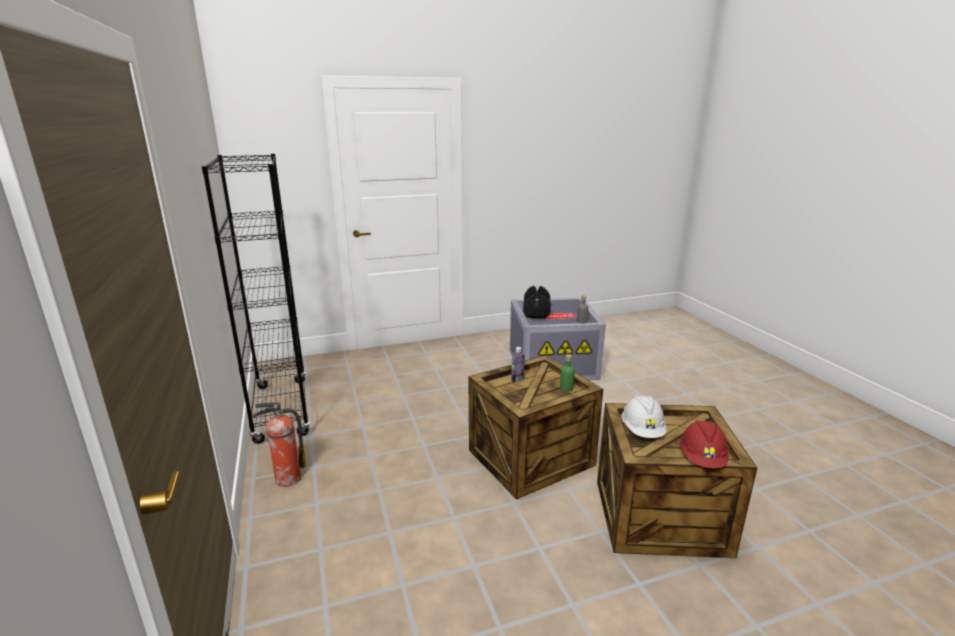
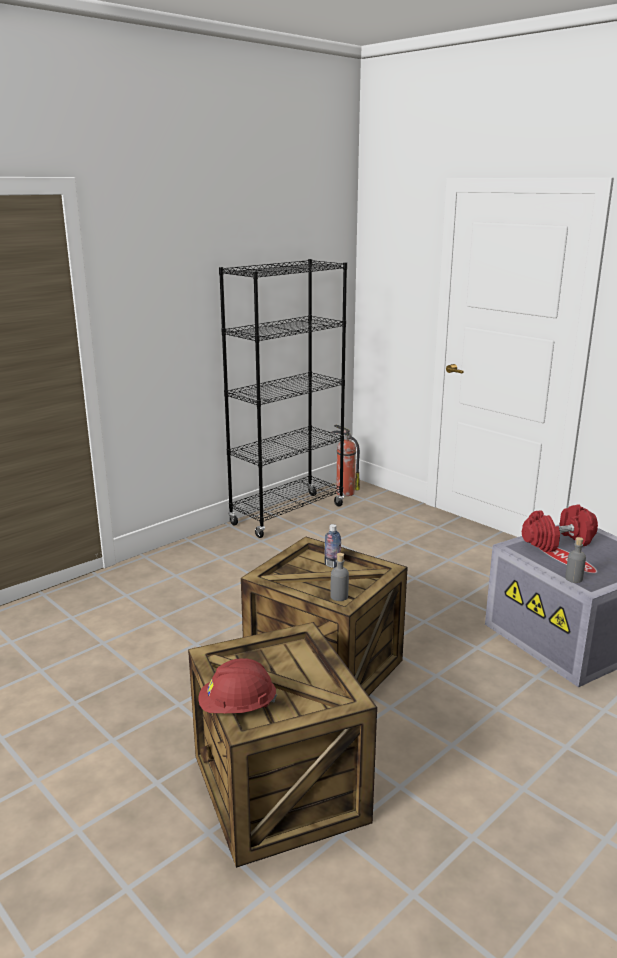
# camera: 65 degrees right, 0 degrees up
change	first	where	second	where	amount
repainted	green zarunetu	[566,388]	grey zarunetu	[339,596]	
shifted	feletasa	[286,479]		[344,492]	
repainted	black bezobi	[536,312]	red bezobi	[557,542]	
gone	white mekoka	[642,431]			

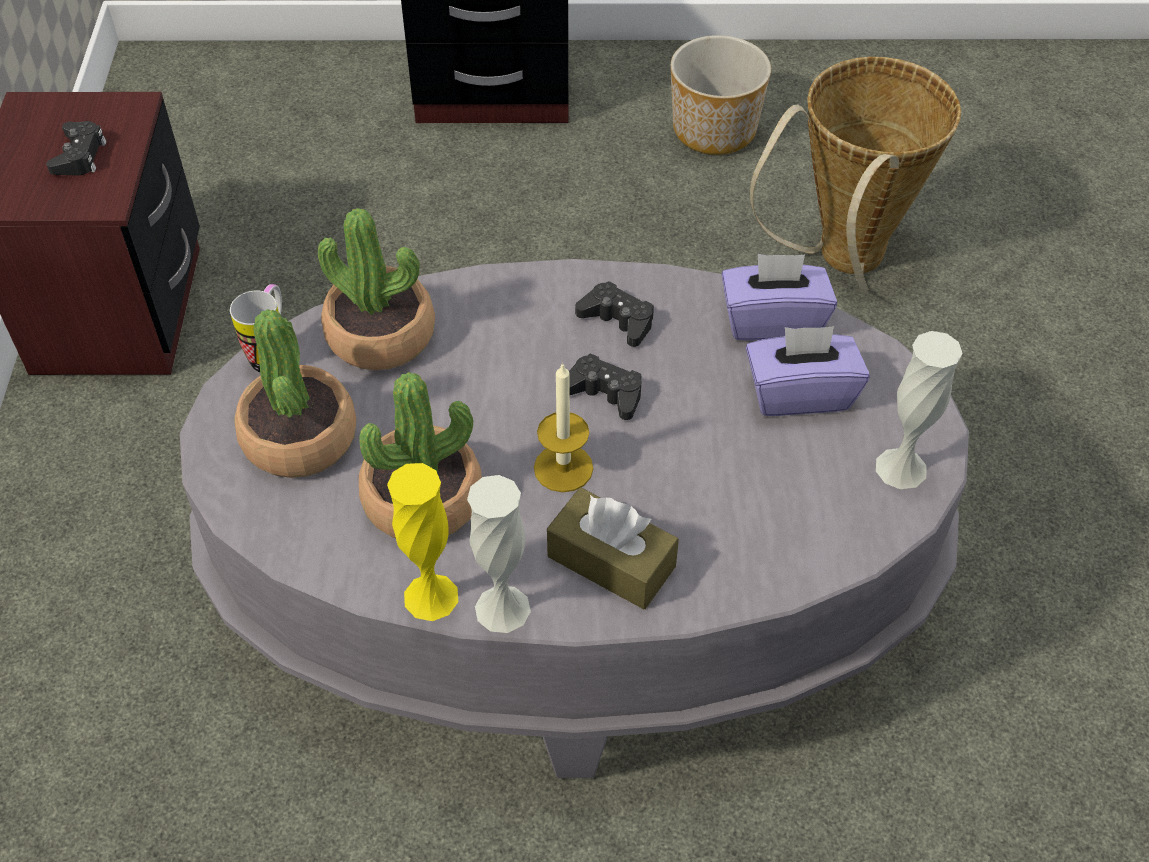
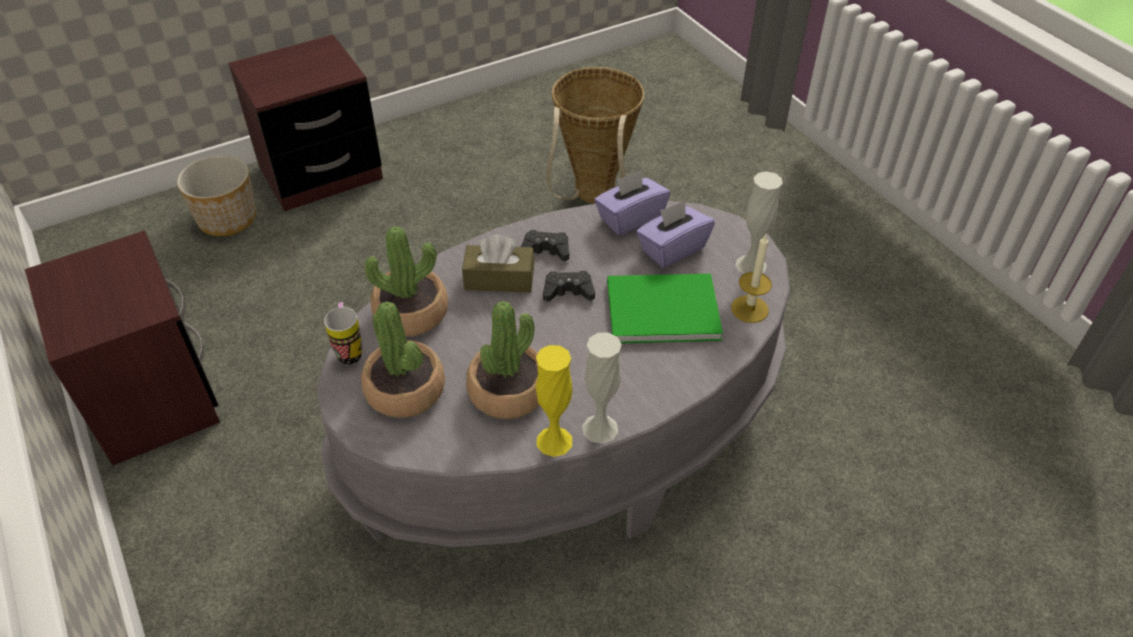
# camera: 30 degrees left, 5 degrees down
change	first	where	second	where	amount
shifted	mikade	[715,129]		[228,218]	
shifted	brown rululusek	[611,561]		[499,279]	
new			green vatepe	[658,308]	
shifted	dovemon	[563,468]		[749,309]	
gone	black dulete	[79,155]			

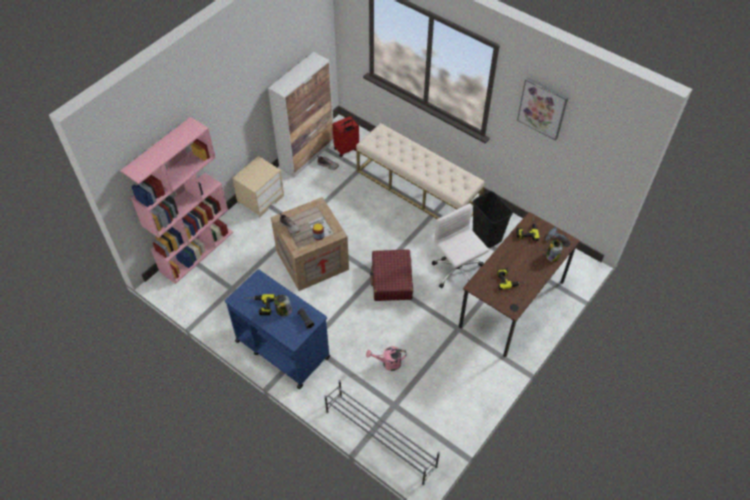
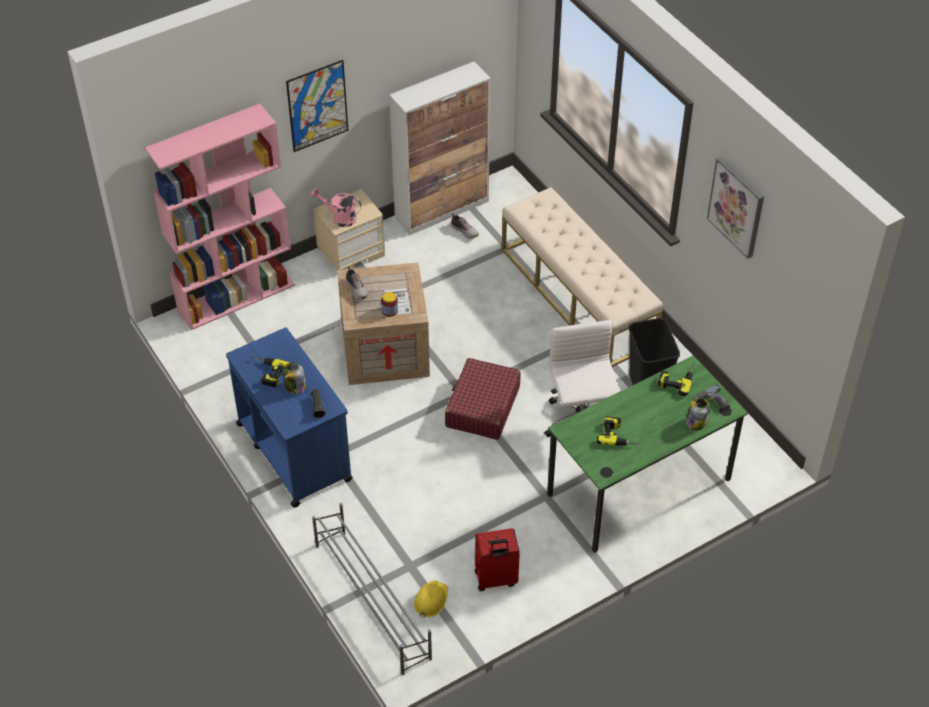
# camera: 20 degrees right, 5 degrees down
change	first	where	second	where	amount
new			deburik	[317,106]	
shifted	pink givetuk	[388,363]		[339,218]	
new			yellow mekoka	[430,600]	
shifted	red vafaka	[346,149]		[495,579]	
repainted	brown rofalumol	[512,304]	green rofalumol	[639,487]	

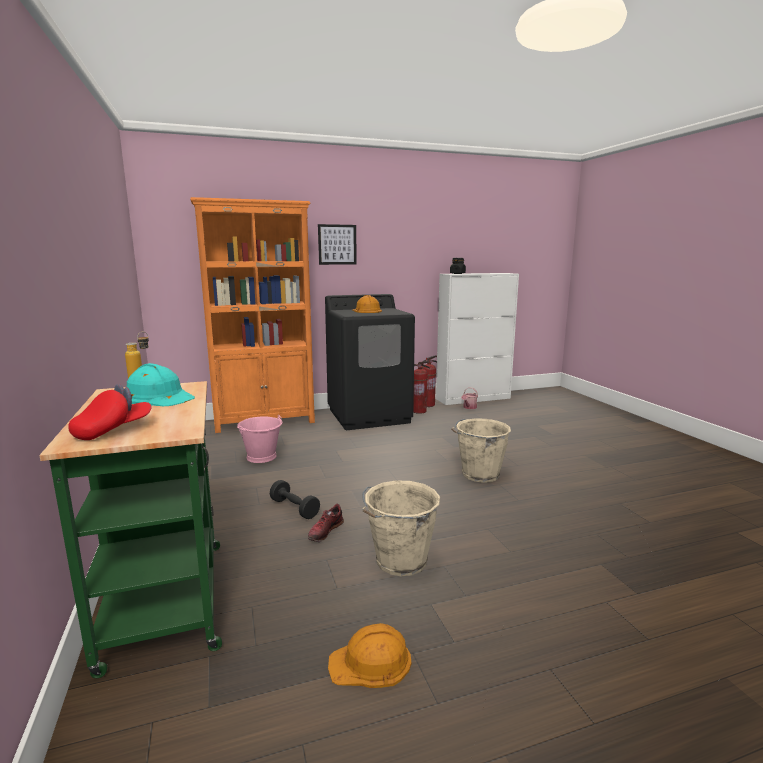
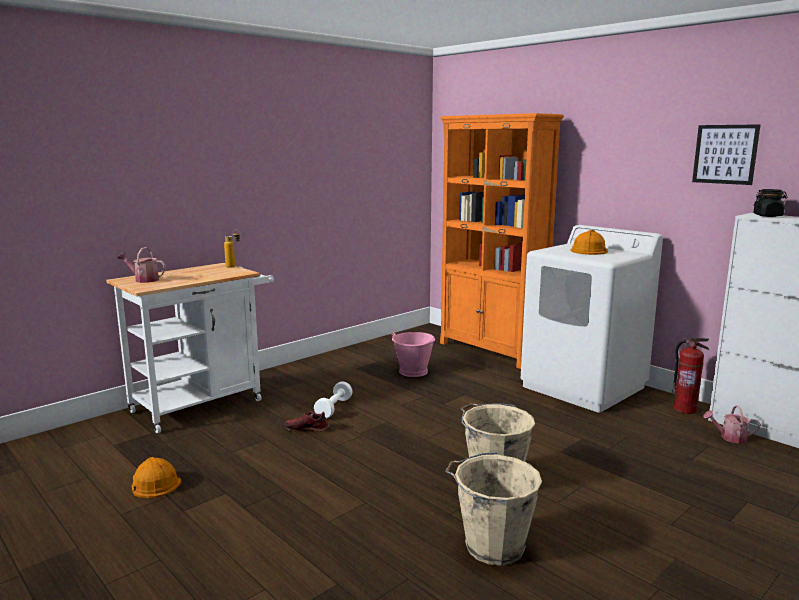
# camera: 65 degrees right, 0 degrees up
change	first	where	second	where	amount
repainted	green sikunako	[166,593]	white sikunako	[204,403]	
swapped	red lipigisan	[113,430]	givetuk	[144,280]	
repainted	black bezobi	[294,508]	white bezobi	[334,408]	
shifted	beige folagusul	[399,561]		[492,546]	
repainted	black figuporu	[369,416]	white figuporu	[584,387]	
shifted	deburik	[337,244]		[725,154]	
gone	turquoise mekoka	[159,397]			
gone	feletasa	[419,411]			

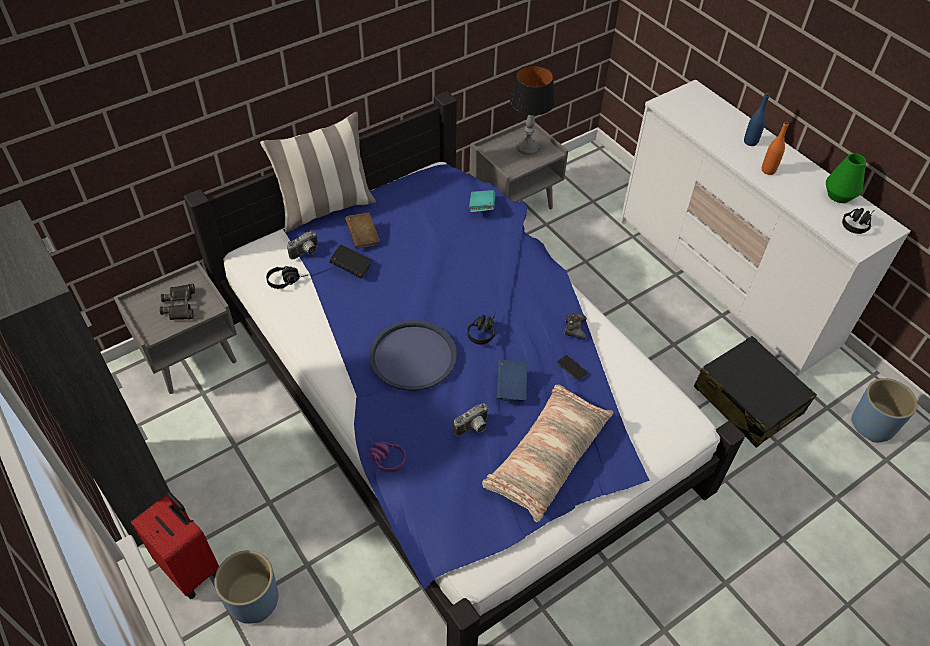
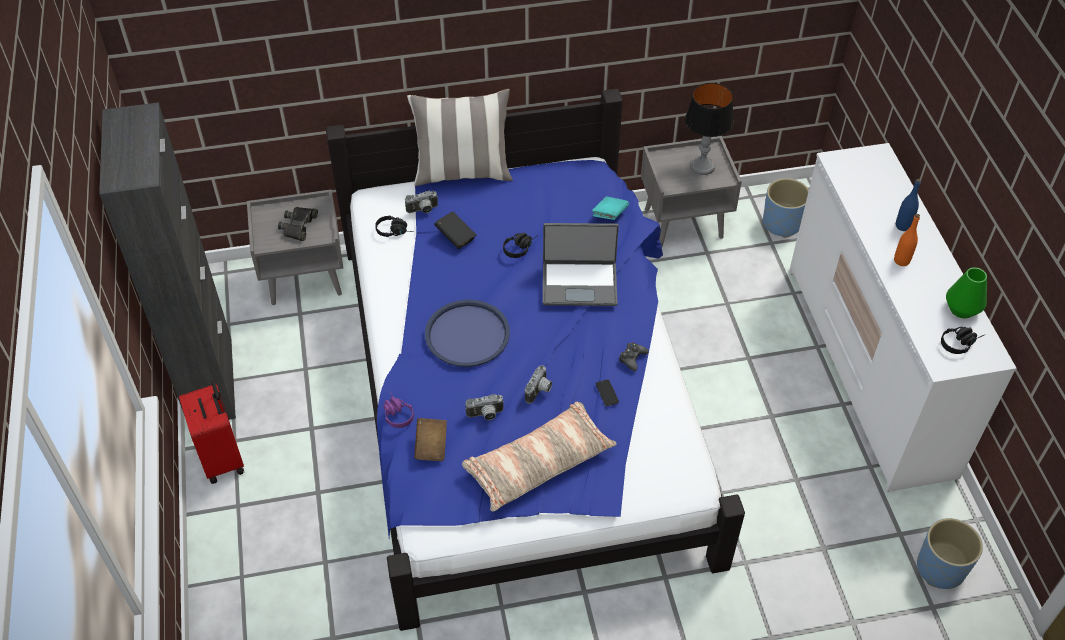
# camera: 25 degrees right, 0 degrees up
change	first	where	second	where	amount
shifted	brown vatepe	[363,237]		[431,446]	
shifted	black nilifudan	[483,330]		[520,247]	
swapped	blue vatepe	[511,387]	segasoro	[540,391]	
new			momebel	[579,283]	
shifted	blue mikade	[254,599]		[782,224]	
gone	black vafaka	[748,400]			

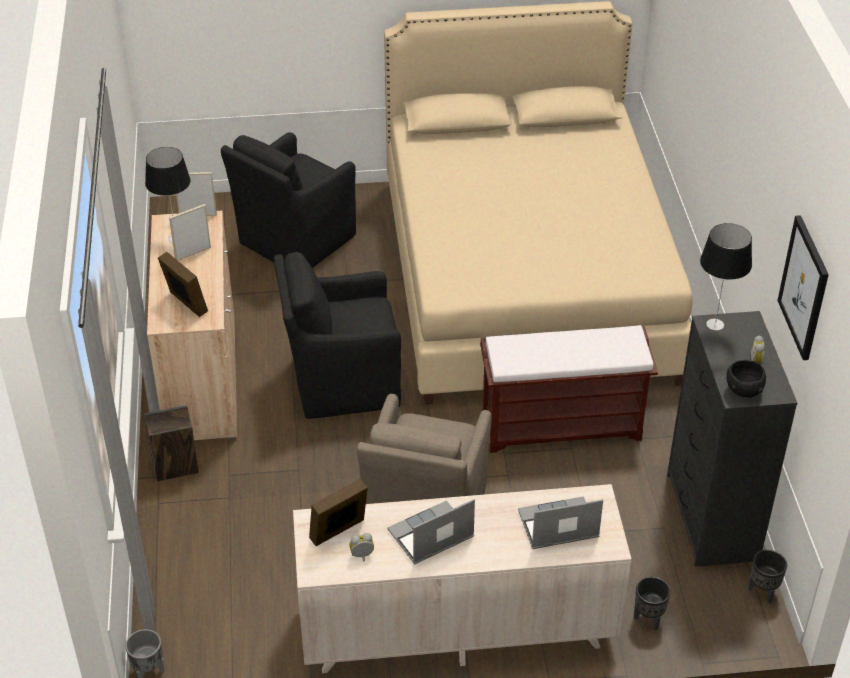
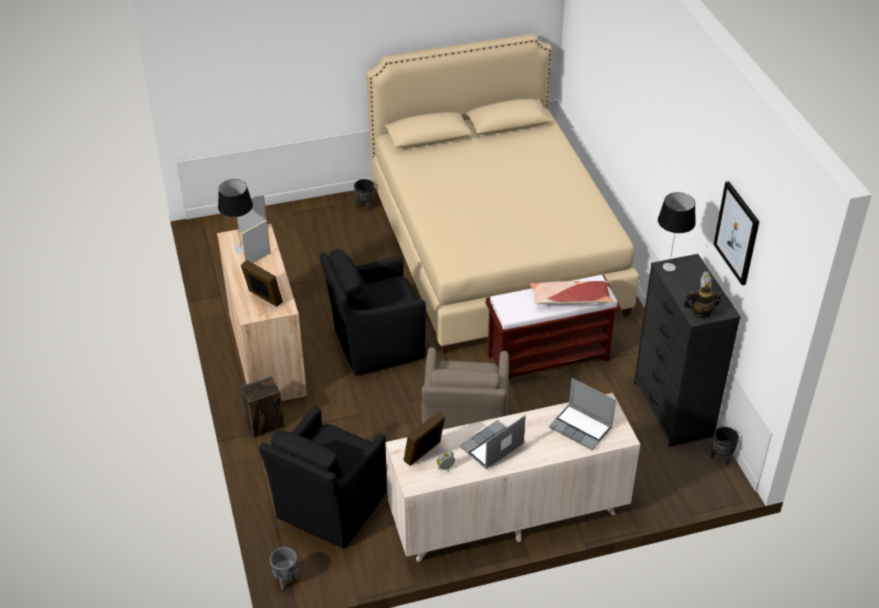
# camera: 10 degrees left, 0 degrees up
change	first	where	second	where	amount
shifted	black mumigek	[294,241]		[329,508]	
shifted	black mikade	[649,618]		[365,206]	
new			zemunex	[570,299]	
rotated	momebel	[557,526]		[582,428]	120 degrees counterclockwise
swapped	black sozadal	[743,391]	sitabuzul	[701,312]	

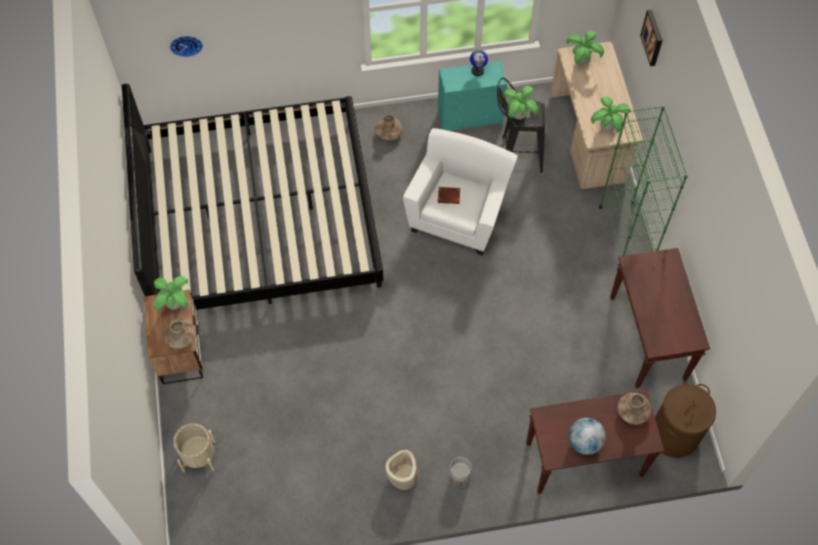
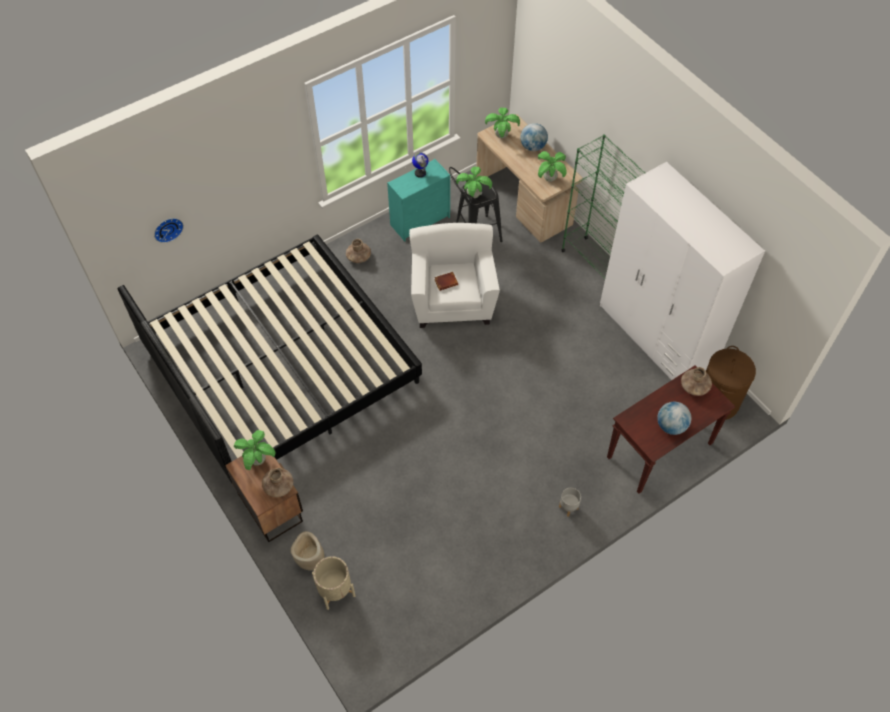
# camera: 25 degrees left, 5 degrees down
change	first	where	second	where	amount
shifted	beige mikade	[403,476]		[310,558]	
new			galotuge	[533,147]	
swapped	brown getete	[648,339]	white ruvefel	[656,337]	
gone	deburik	[653,37]			

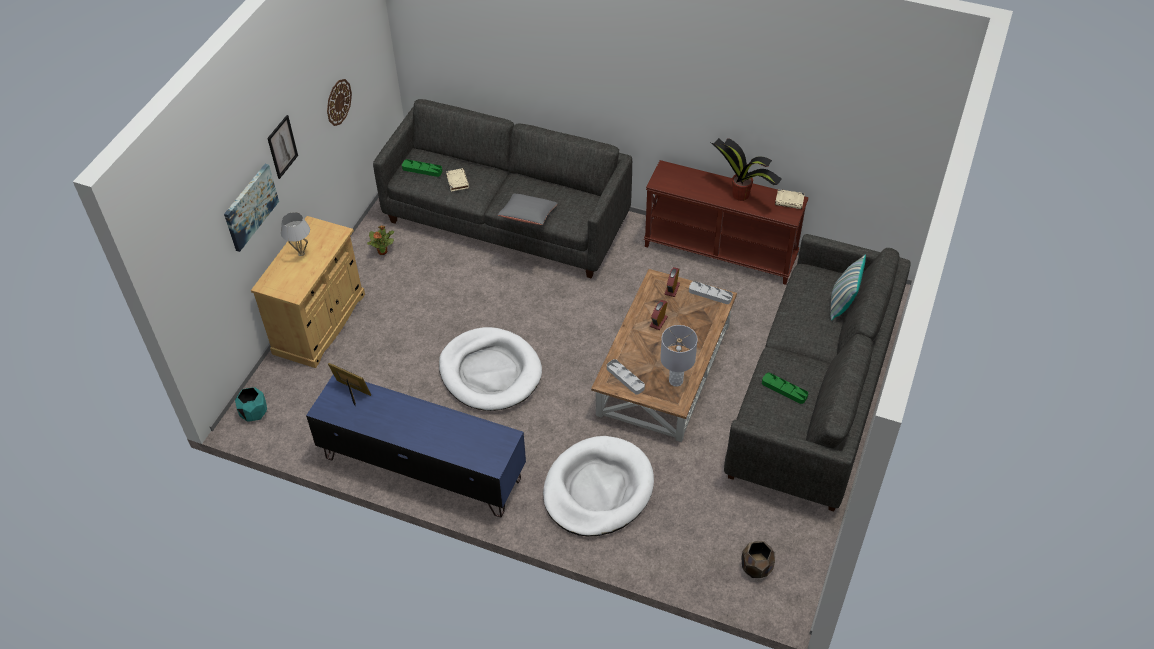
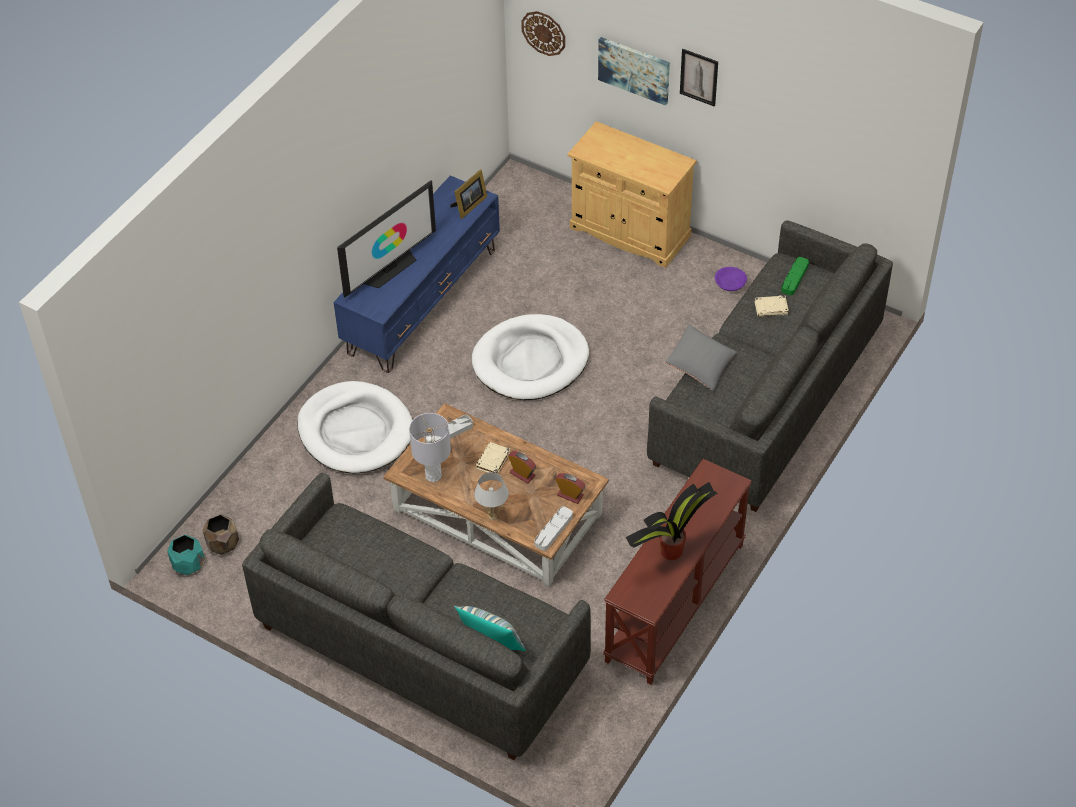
# camera: 100 degrees right, 0 degrees up
change	first	where	second	where	amount
shifted	turquoise mikade	[254,413]		[189,564]	
new			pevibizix	[389,268]	
shifted	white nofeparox	[301,253]		[492,516]	
shifted	beige vatepe	[789,201]		[493,461]	
shifted	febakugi	[338,102]		[543,33]	
swapped	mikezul	[383,251]	purple sozadal	[729,284]	
gone	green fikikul	[784,390]			

